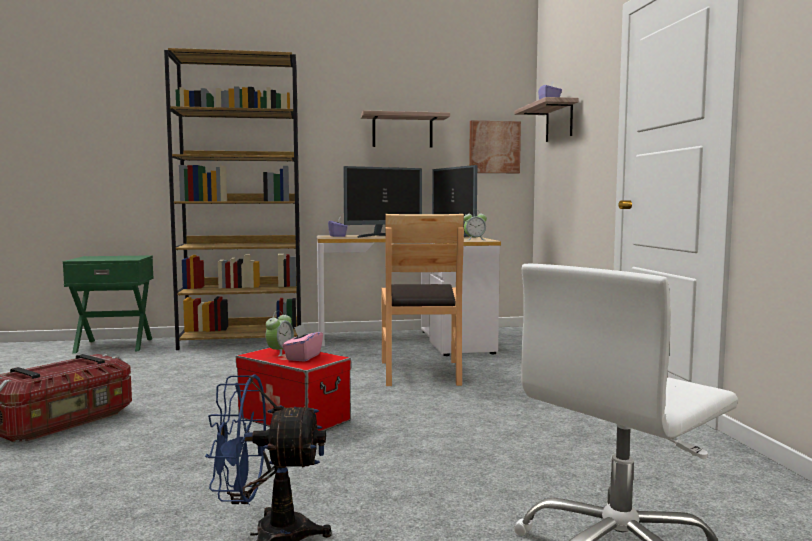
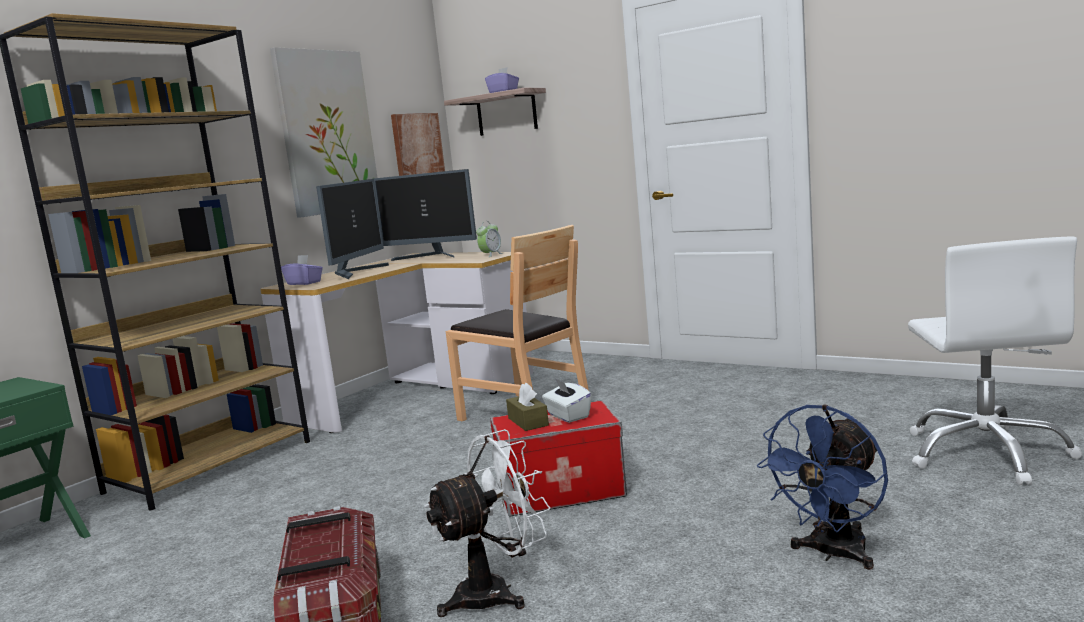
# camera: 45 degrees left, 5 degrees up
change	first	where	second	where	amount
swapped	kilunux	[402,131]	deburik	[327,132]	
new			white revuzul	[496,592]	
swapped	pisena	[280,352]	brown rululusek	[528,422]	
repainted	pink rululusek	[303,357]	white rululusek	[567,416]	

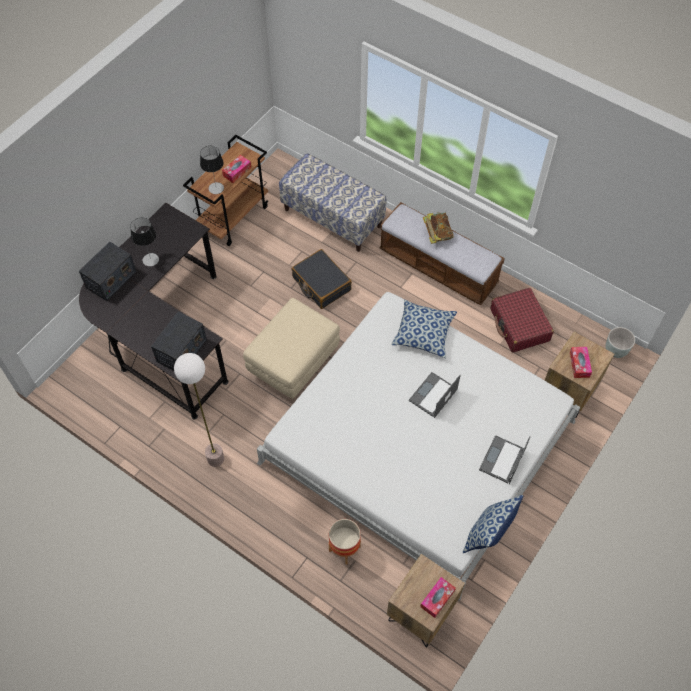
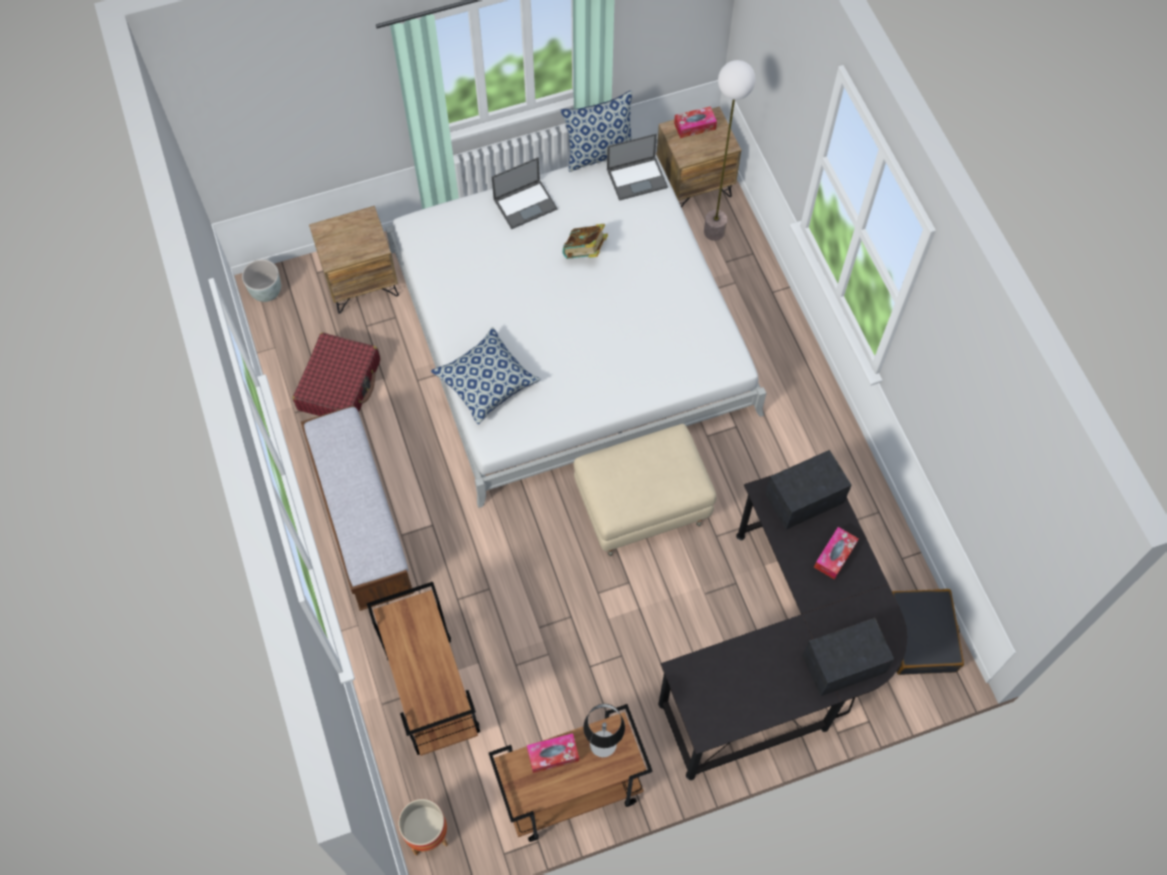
# camera: 145 degrees left, 5 degrees up
change	first	where	second	where	amount
swapped	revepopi	[333,218]	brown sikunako	[432,692]	
shifted	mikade	[344,549]		[428,834]	
shifted	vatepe	[437,234]		[585,252]	
shifted	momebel	[433,395]		[637,178]	
shifted	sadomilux	[215,458]		[714,232]	
shifted	rululusek	[579,364]		[835,555]	
shifted	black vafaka	[321,284]		[921,636]	
gone	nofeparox	[150,259]			

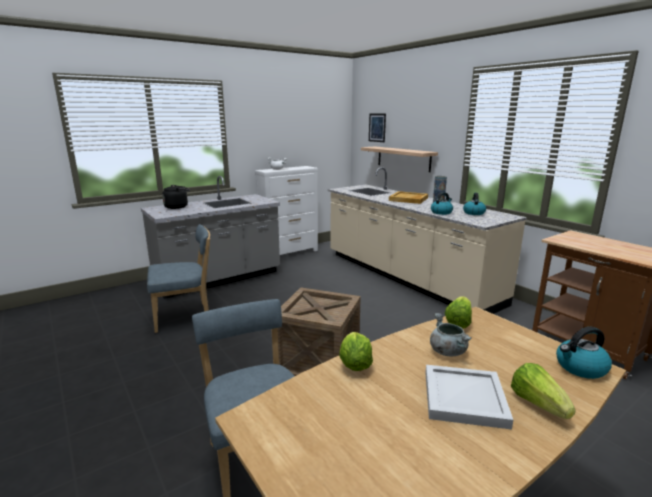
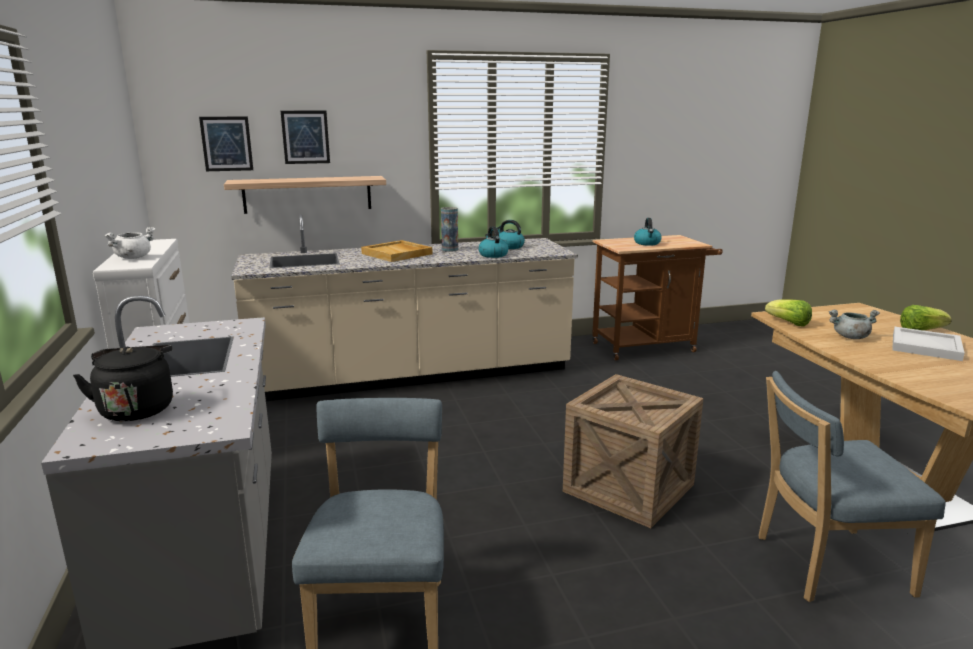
# camera: 70 degrees left, 0 degrees up
change	first	where	second	where	amount
new			deburik	[305,137]	
shifted	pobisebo	[580,368]		[647,243]	
gone	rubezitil	[355,364]			

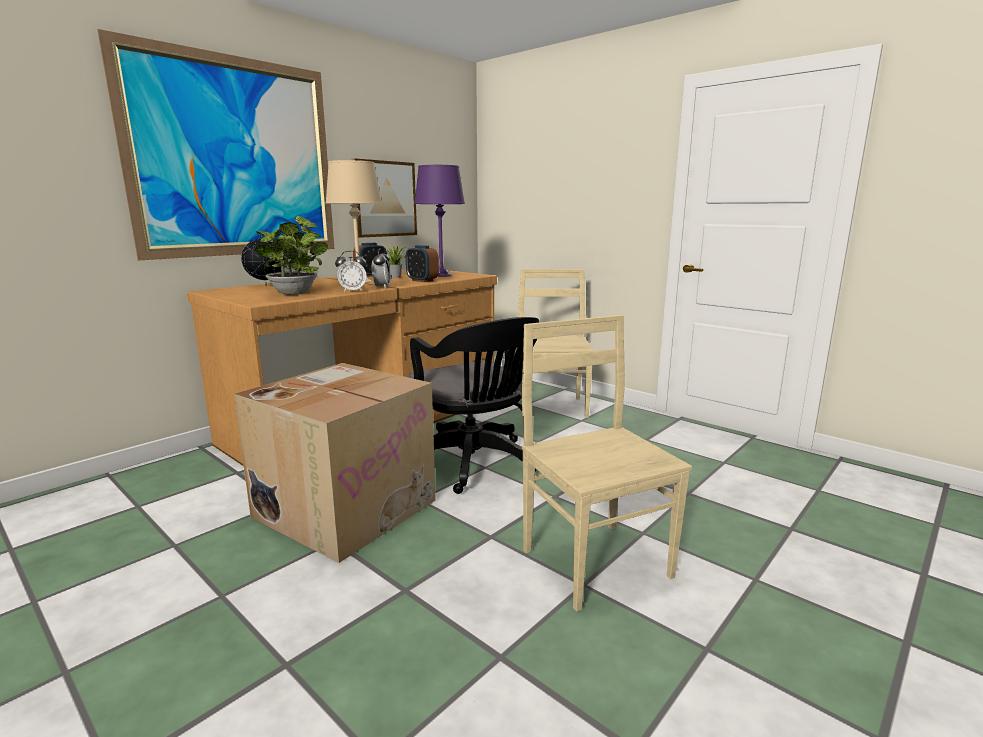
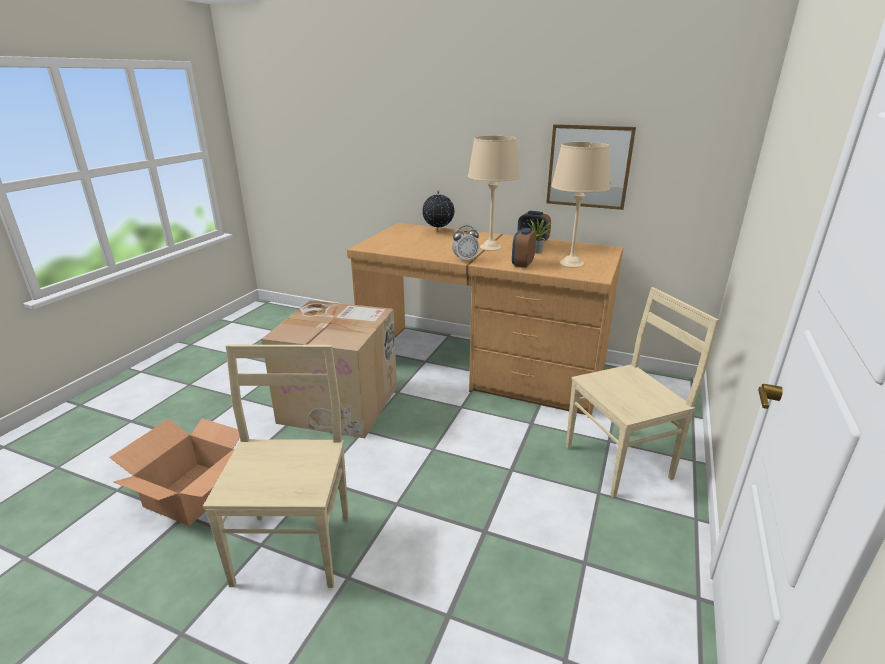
# camera: 70 degrees right, 10 degrees up
change	first	where	second	where	amount
new			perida	[194,493]	
rotated	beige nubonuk	[594,561]		[294,546]	45 degrees counterclockwise
repainted	purple nofeparox	[441,275]	beige nofeparox	[571,263]	
gone	deburik	[236,158]			
gone	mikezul	[295,293]			
gone	pisena	[352,291]			
gone	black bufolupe	[474,464]			

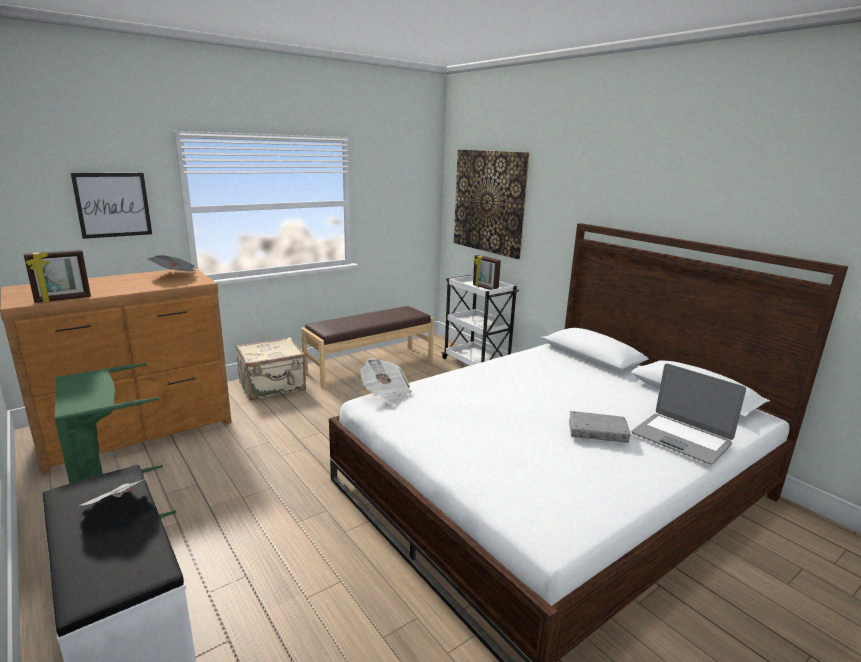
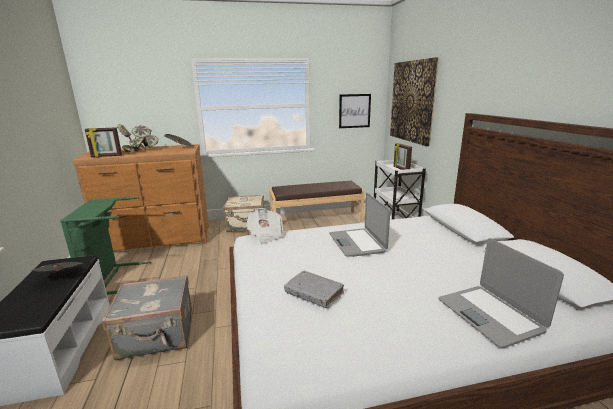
# camera: 25 degrees right, 0 degrees up
change	first	where	second	where	amount
new			grey vafaka	[157,336]	
new			mikezul	[140,150]	
shifted	grey vatepe	[597,433]		[314,294]	
new			momebel	[357,243]	
shifted	deburik	[113,205]		[354,111]	

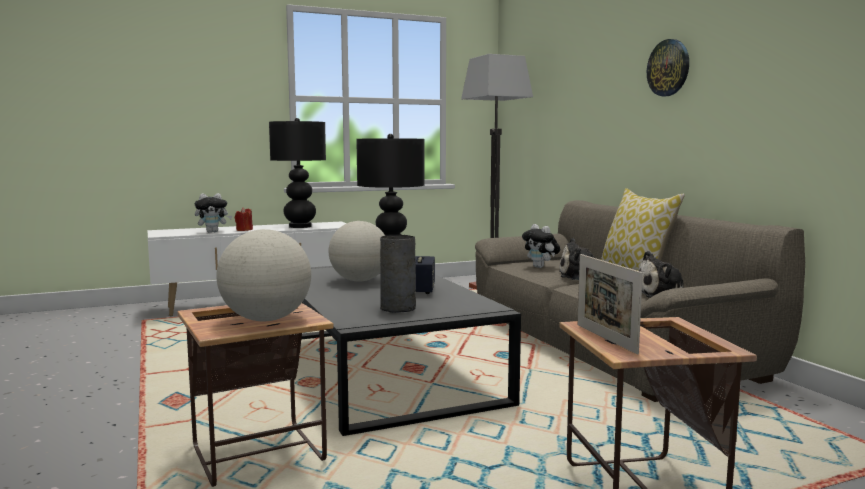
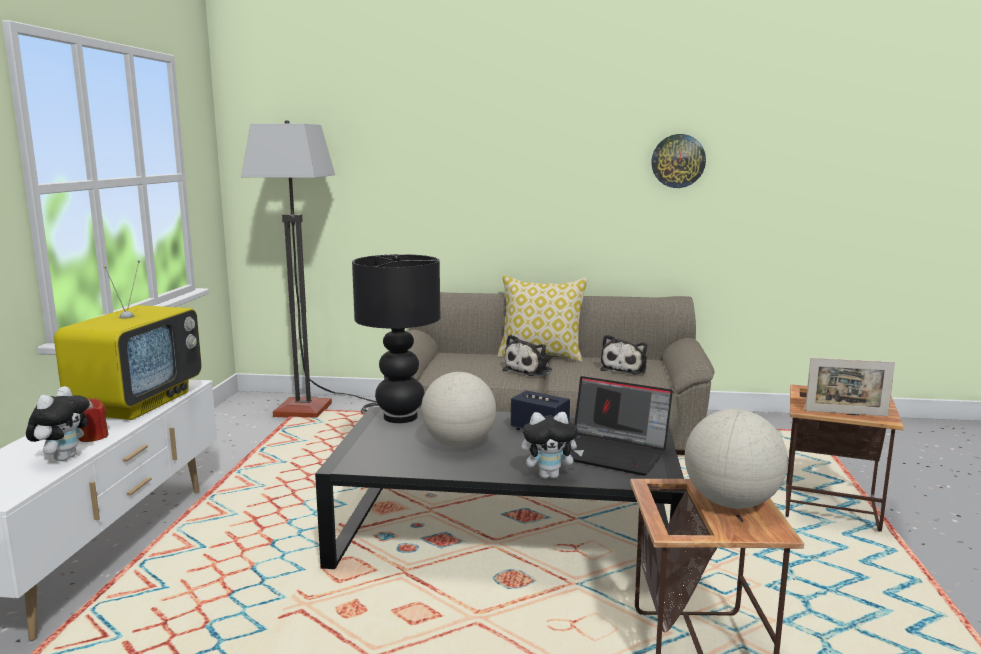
# camera: 60 degrees left, 5 degrees up
change	first	where	second	where	amount
swapped	black nofeparox	[300,226]	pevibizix	[138,403]	
shifted	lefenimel	[541,267]		[550,476]	
swapped	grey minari	[399,308]	momebel	[612,453]	
shifted	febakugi	[668,68]		[678,161]	

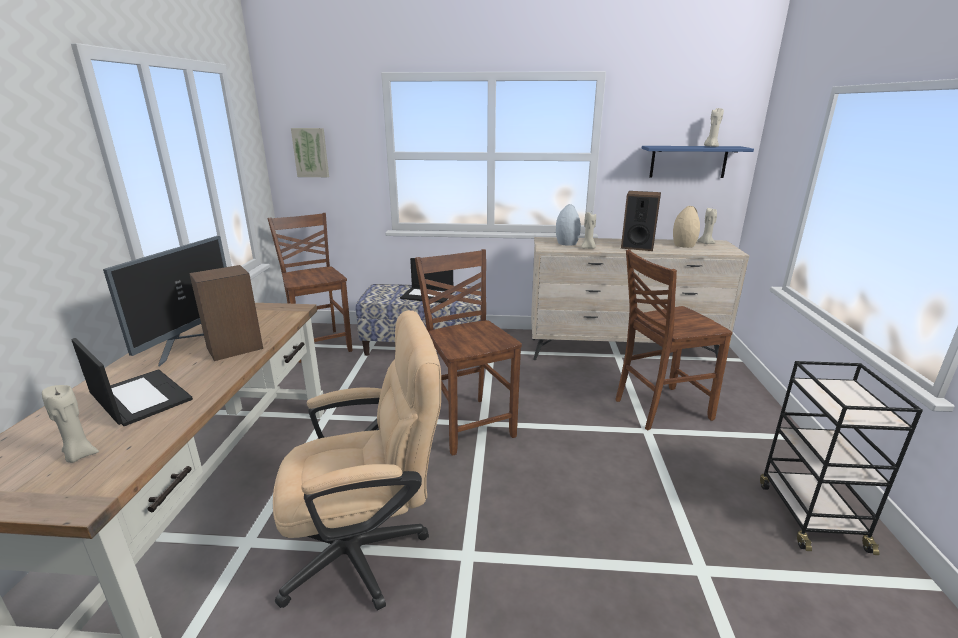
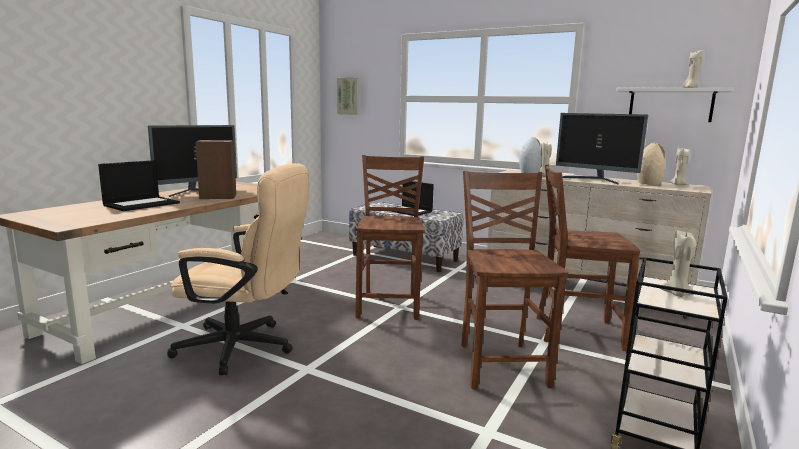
# camera: 25 degrees right, 10 degrees down
change	first	where	second	where	amount
rotated	momebel	[139,397]		[142,204]	60 degrees clockwise
shifted	brown nubonuk	[320,344]		[501,364]	
swapped	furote	[637,246]	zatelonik	[595,180]	
repainted	blue kilunux	[688,161]	white kilunux	[670,105]	
shifted	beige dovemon	[79,455]		[676,294]	

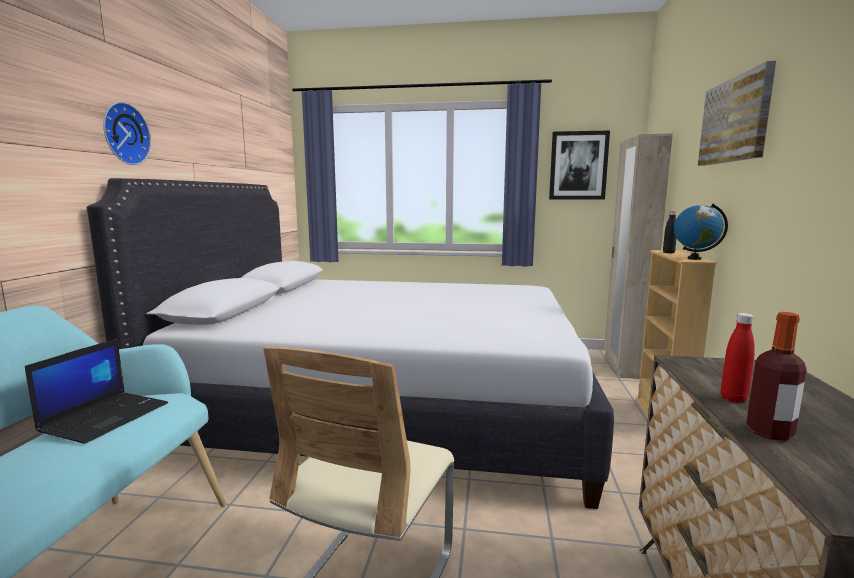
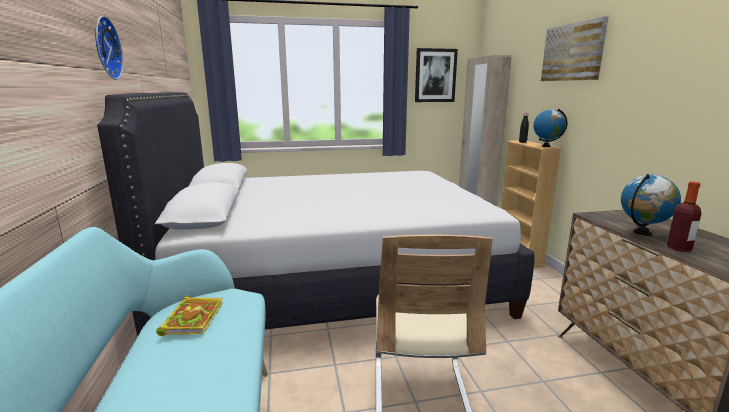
# camera: 20 degrees left, 5 degrees up
change	first	where	second	where	amount
swapped	momebel	[106,416]	vatepe	[193,318]	
swapped	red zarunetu	[733,399]	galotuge	[642,233]	

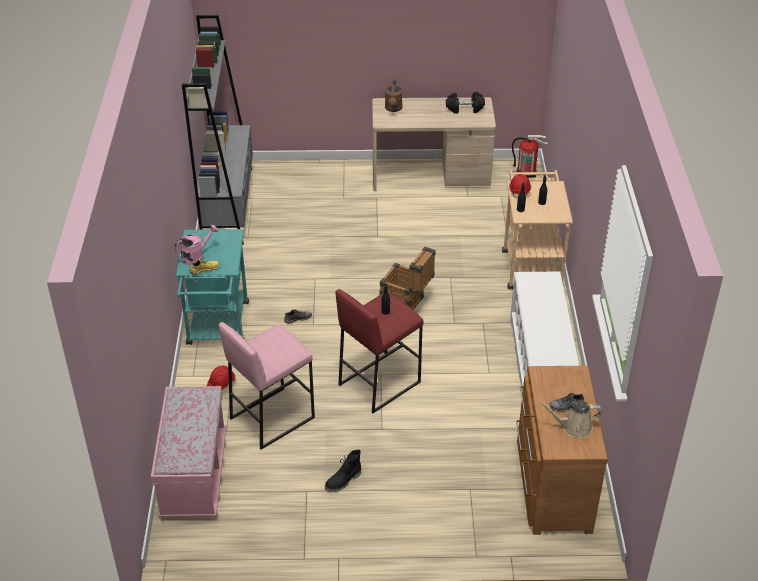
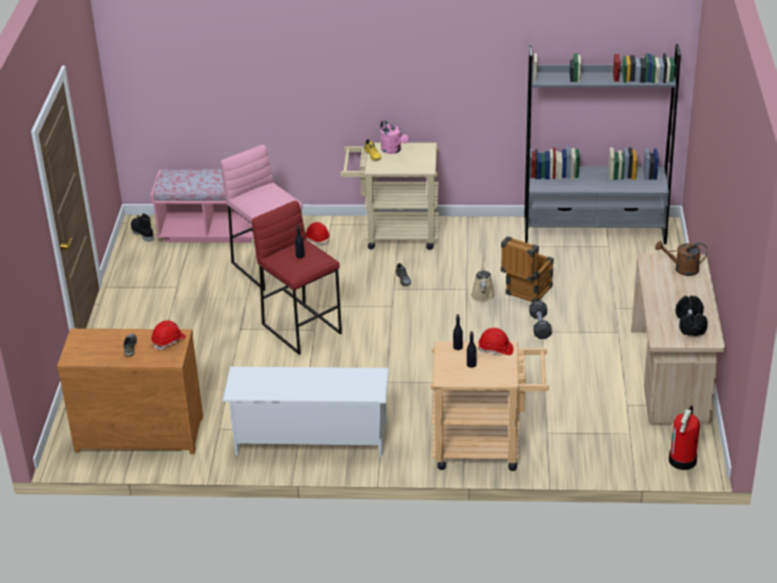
# camera: 95 degrees right, 5 degrees down
change	first	where	second	where	amount
shifted	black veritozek	[343,481]		[142,233]	
new			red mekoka	[169,341]	
repainted	turquoise sikunako	[217,328]	beige sikunako	[394,234]	
shifted	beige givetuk	[574,427]		[482,293]	
shifted	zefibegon	[406,304]		[525,293]	
new			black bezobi	[540,326]	

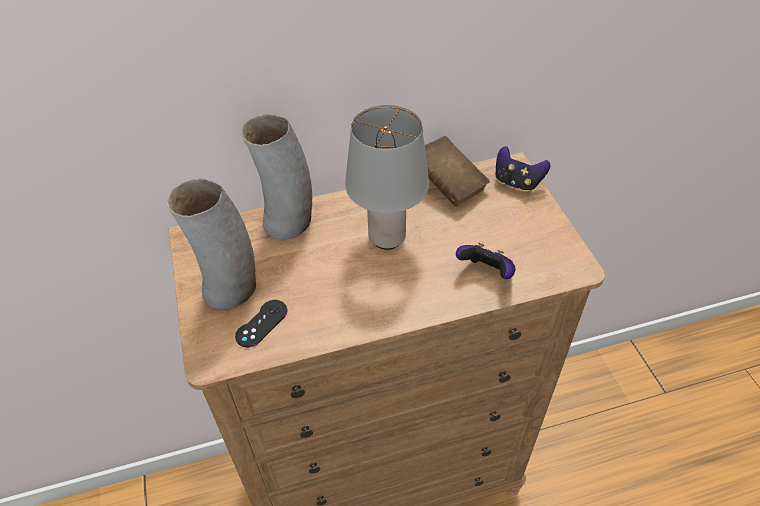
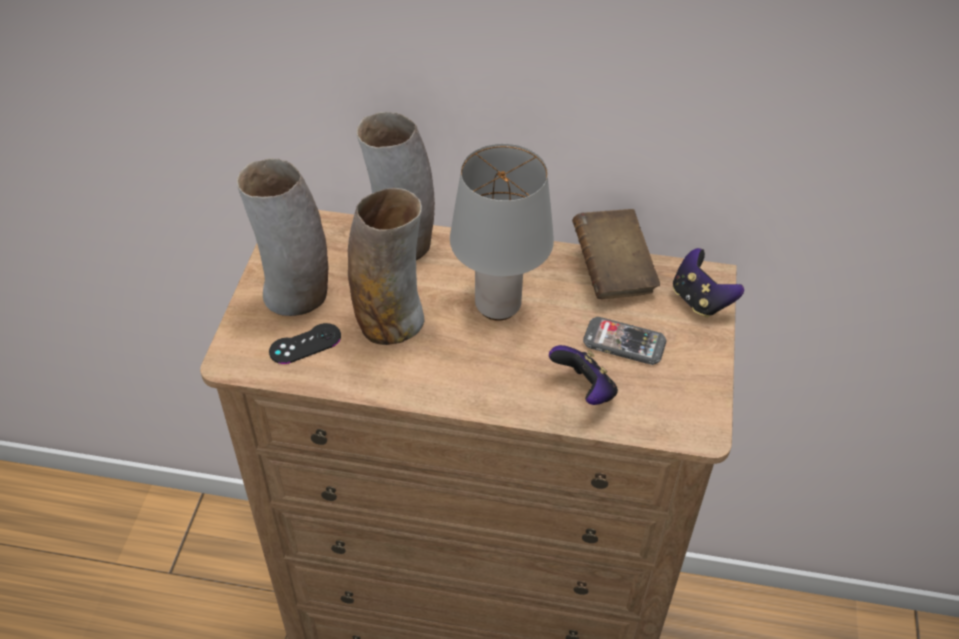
# camera: 25 degrees right, 0 degrees up
change	first	where	second	where	amount
new			minari	[390,320]	
new			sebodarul	[624,342]	

